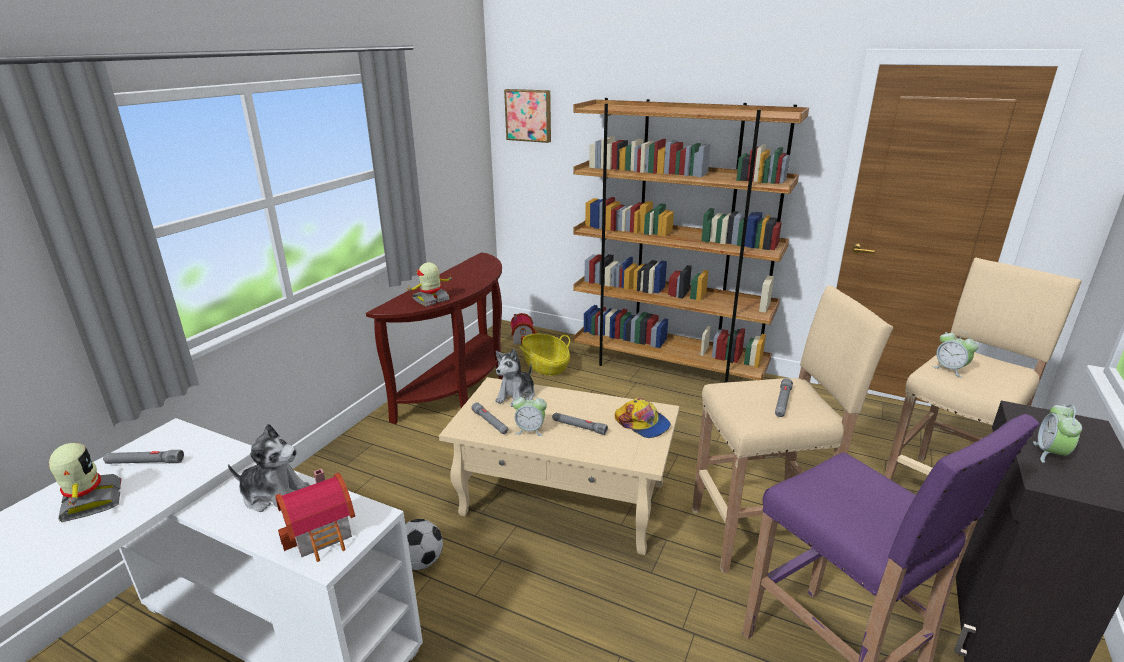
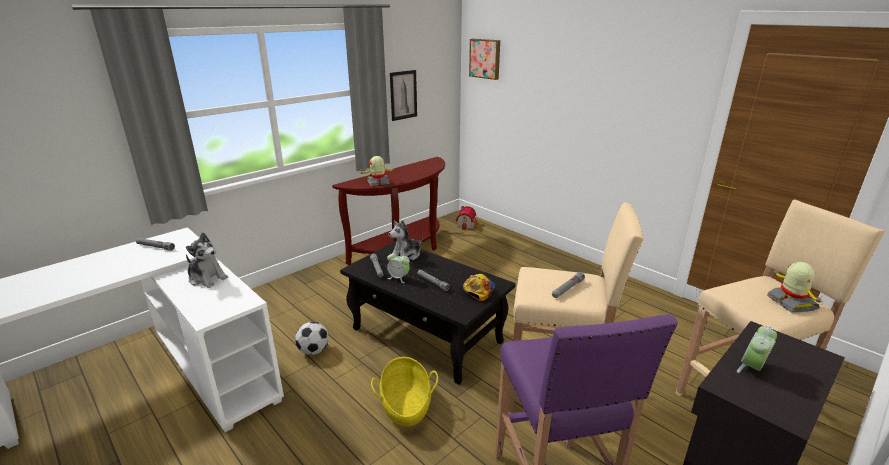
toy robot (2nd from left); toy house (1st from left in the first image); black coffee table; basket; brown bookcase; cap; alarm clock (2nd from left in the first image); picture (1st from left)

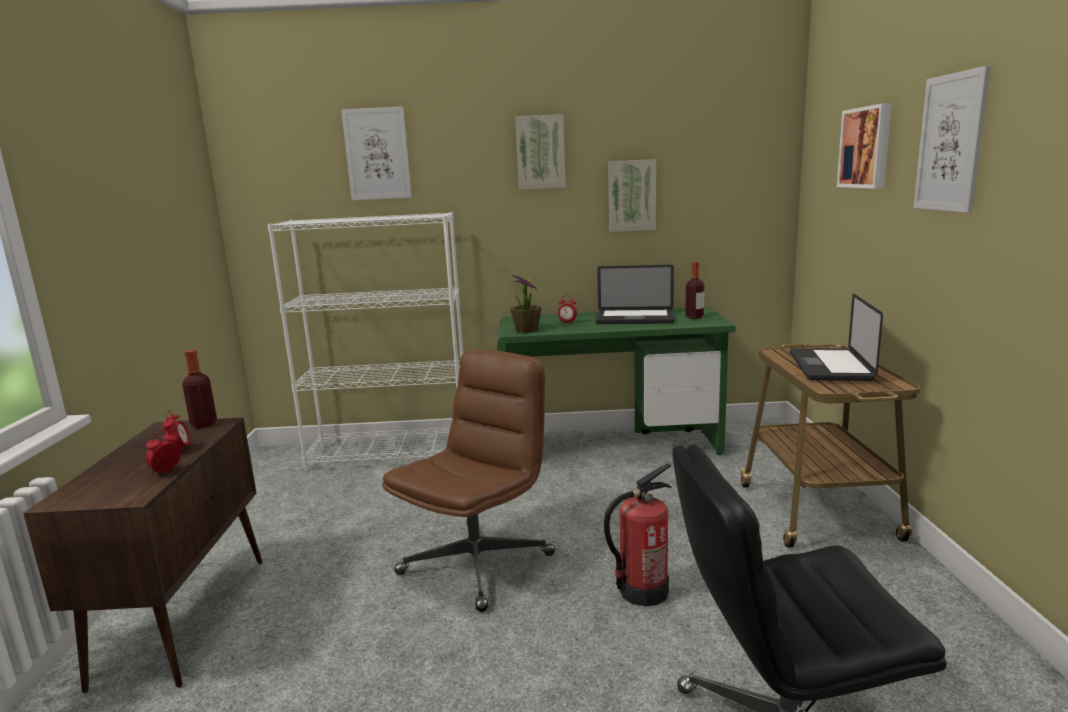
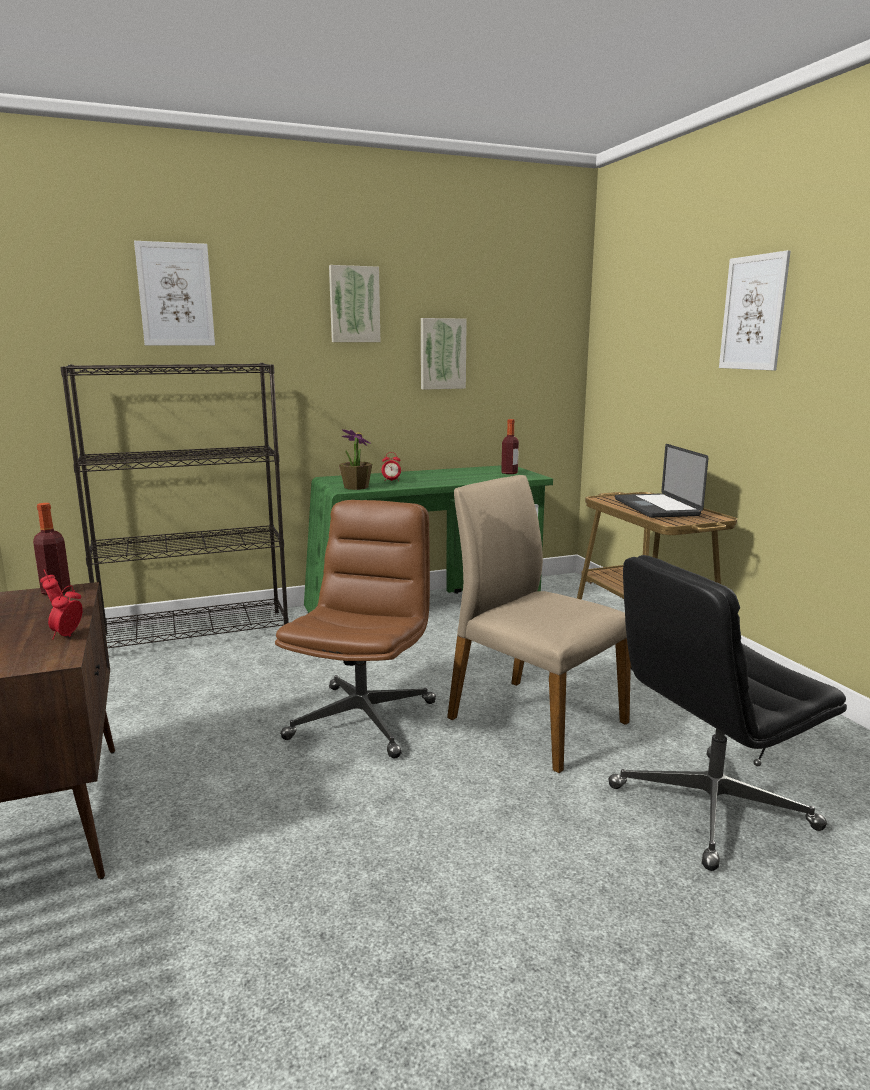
black bookcase; laptop (1st from left in the first image); beige chair; picture (4th from left in the first image)

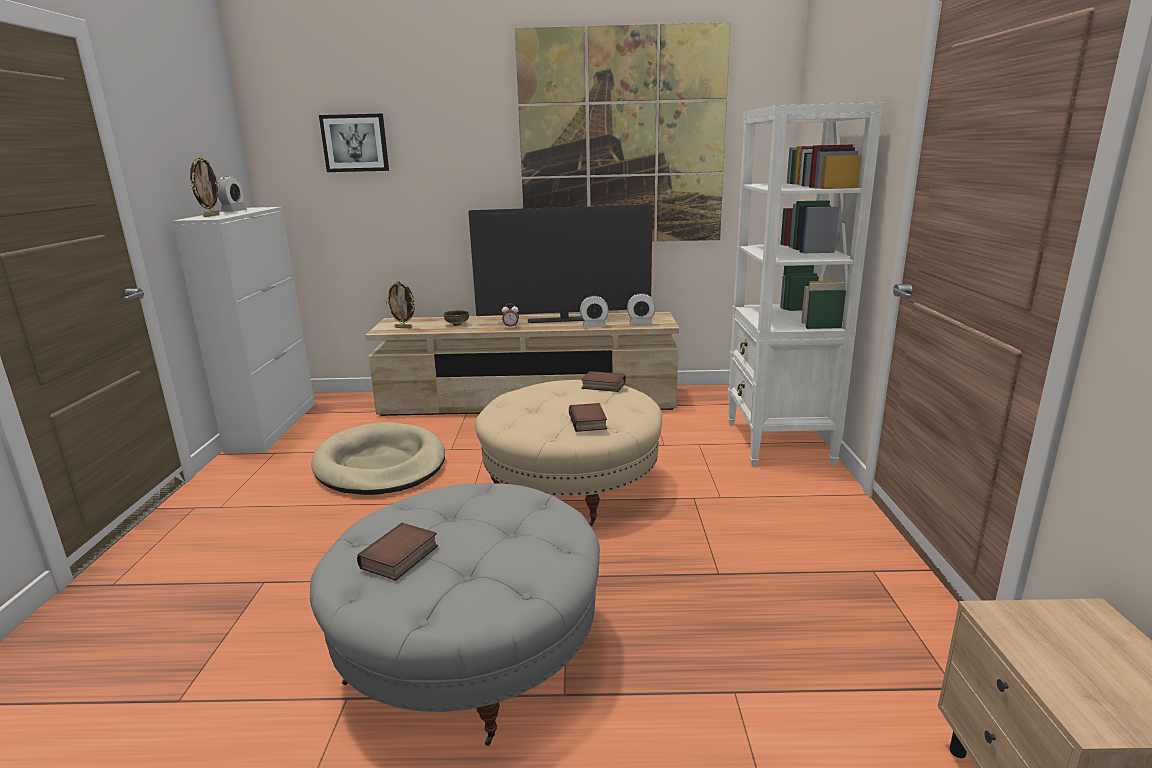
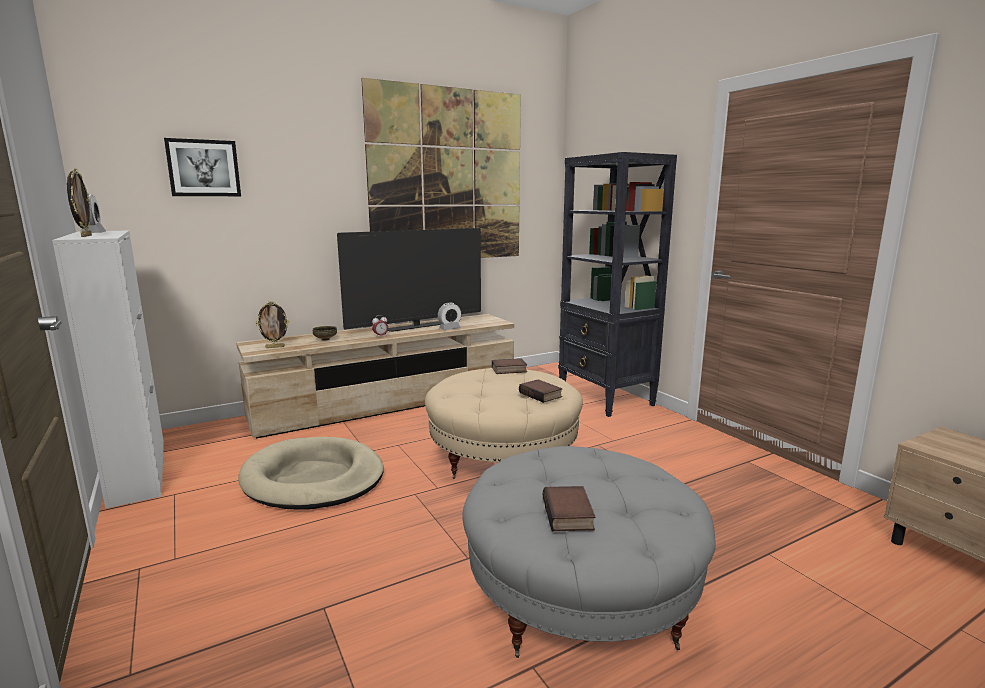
alarm clock (4th from left in the first image); black bookcase

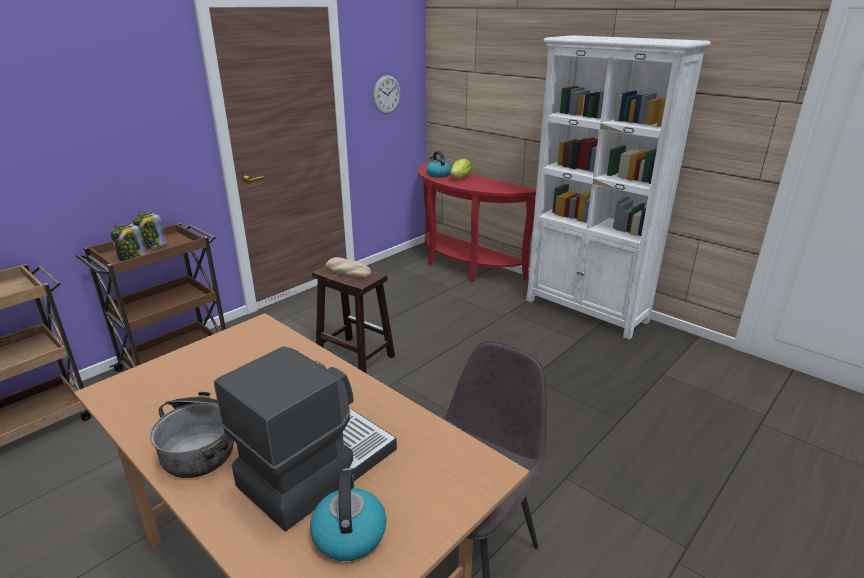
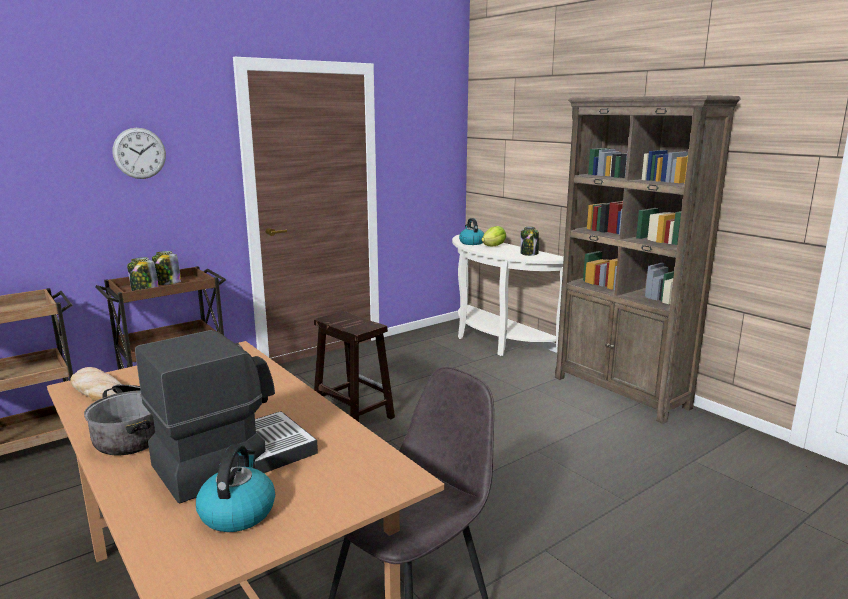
bread; wall clock; white console table; brown bookcase; jar (3rd from left)

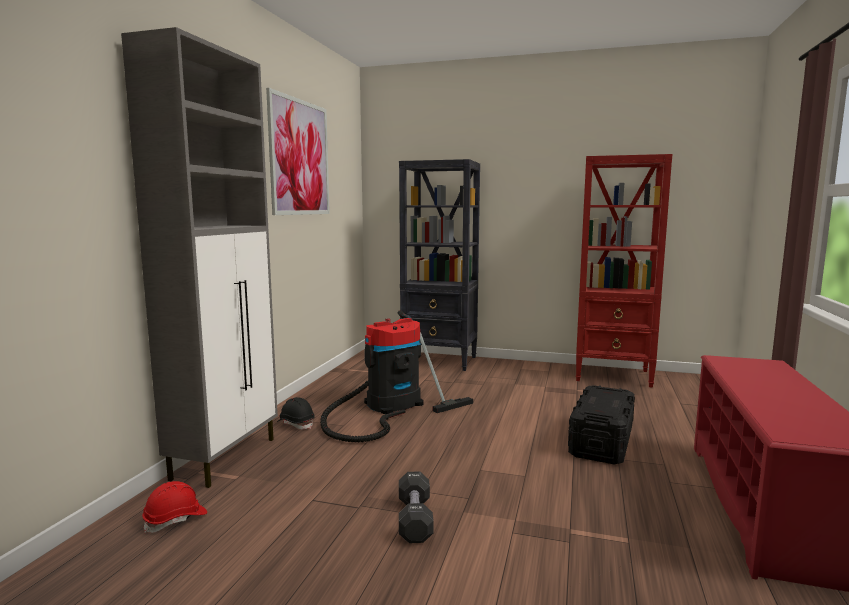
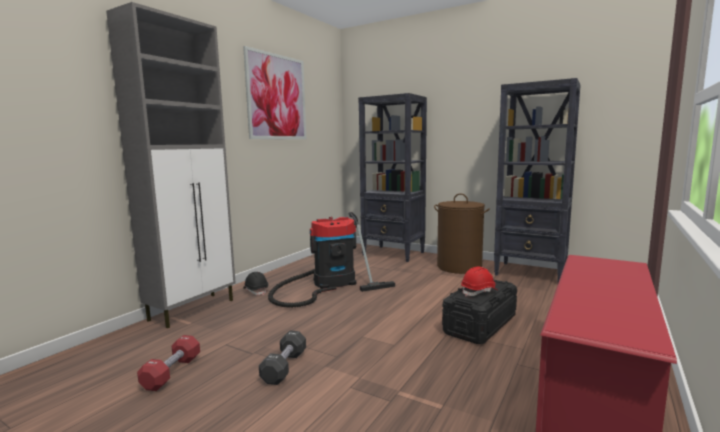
red hard hat; black bookcase (2nd from left); red dumbbell; brown laundry basket

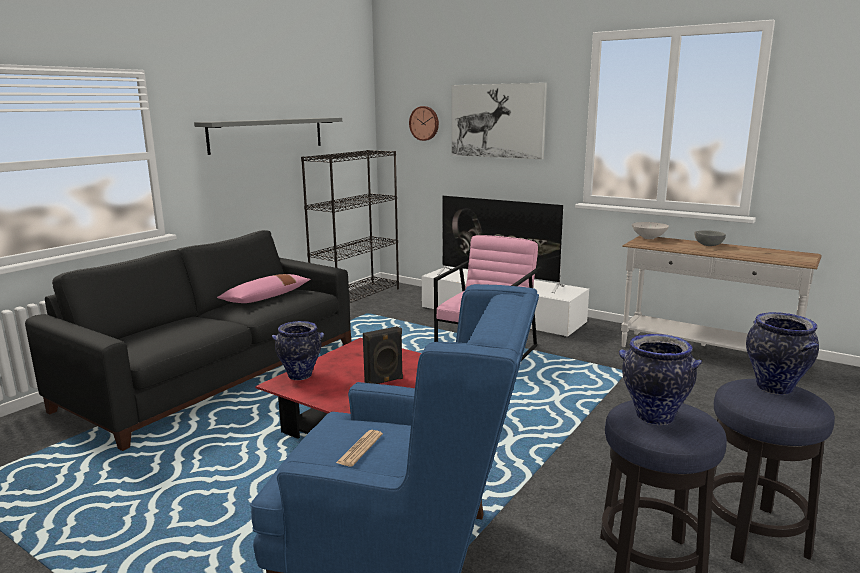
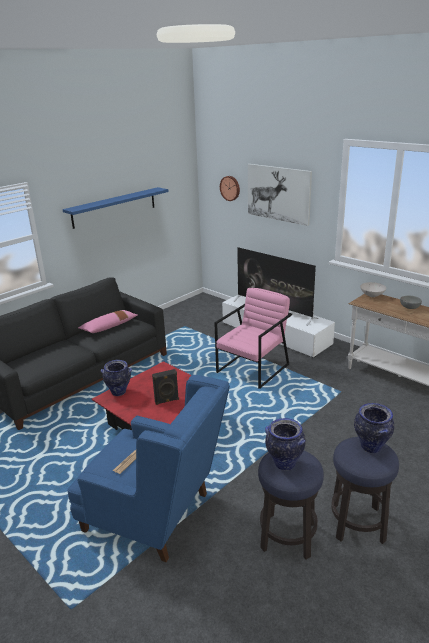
blue shelf; black bookcase

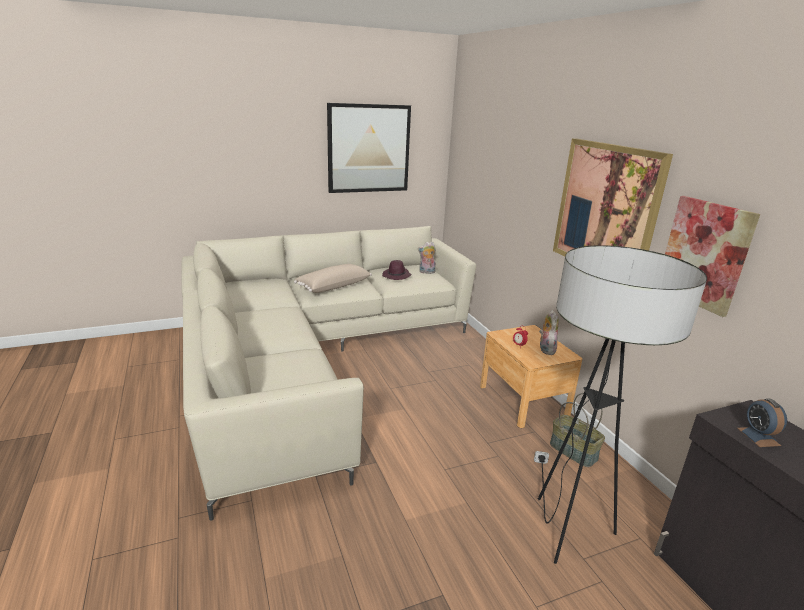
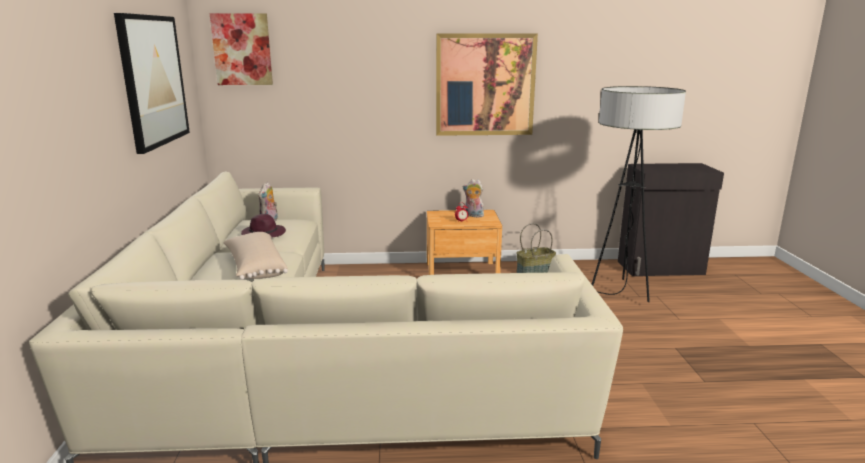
picture (2nd from left); alarm clock (2nd from left in the first image)

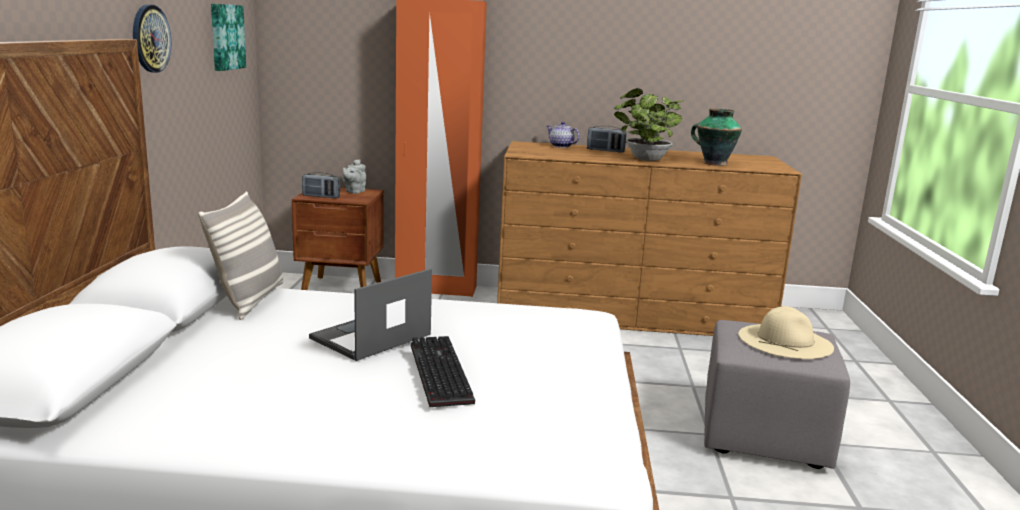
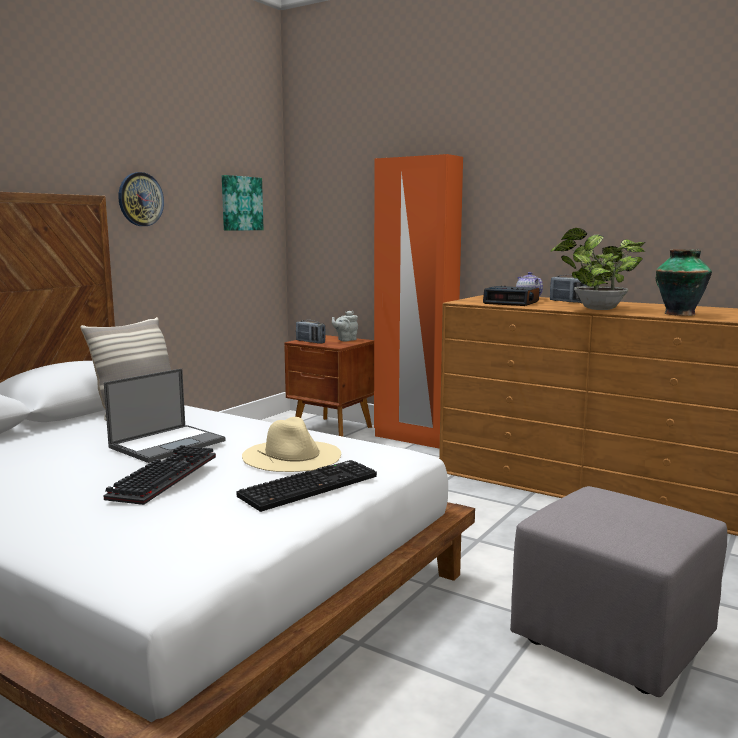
laptop; beige hat; keyboard (2nd from left); alarm clock

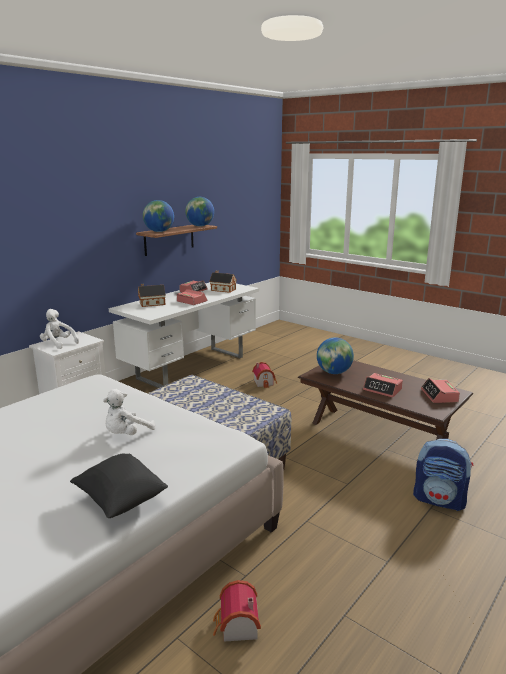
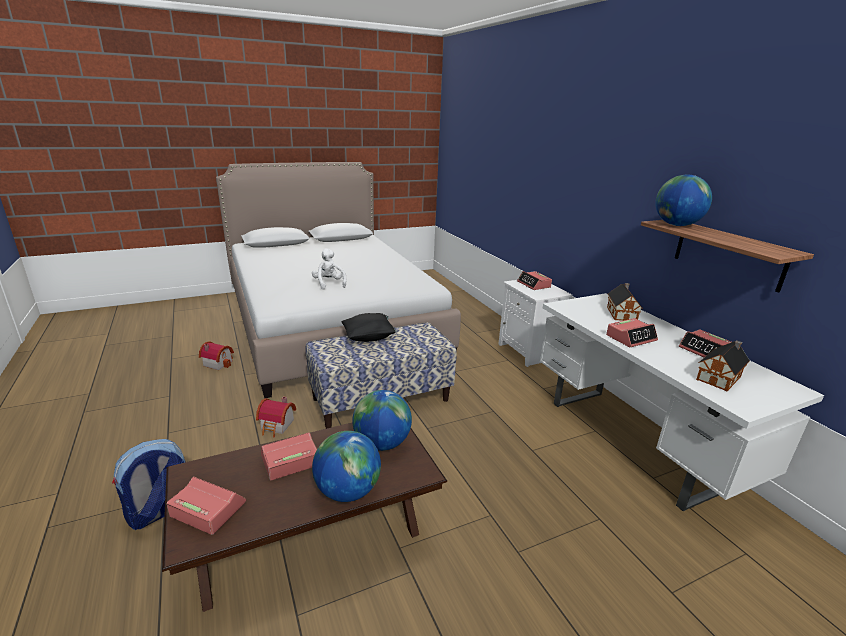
alarm clock (3rd from left); black pillow; globe (1st from left); toy house (2nd from left)

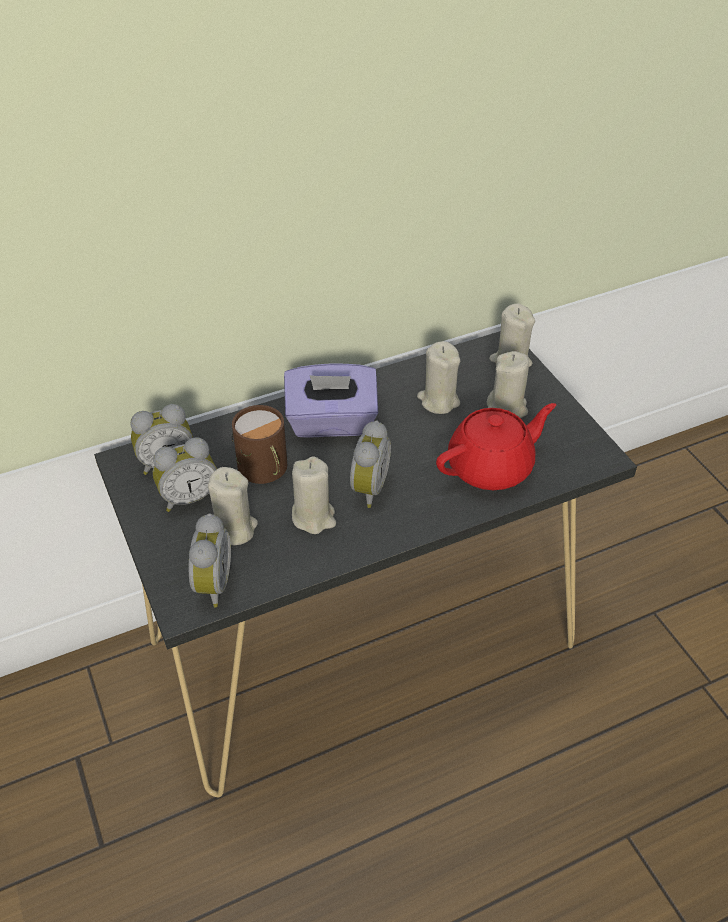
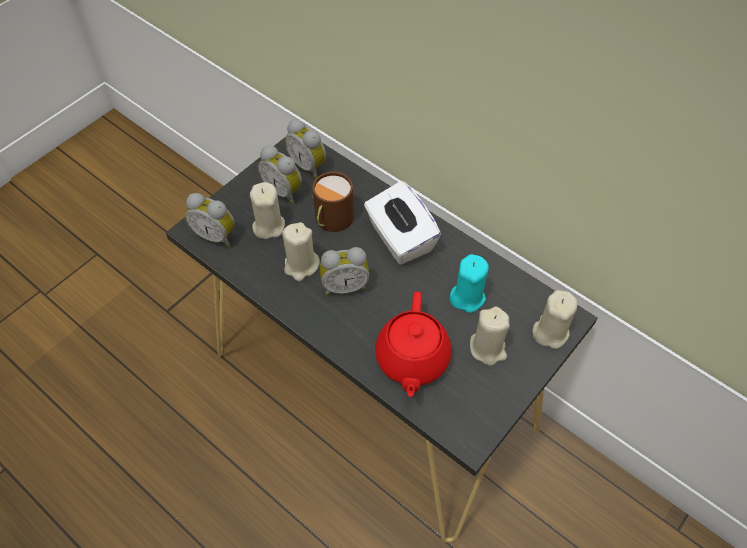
alarm clock (1st from left); white tissue box; turquoise candle; red teapot

